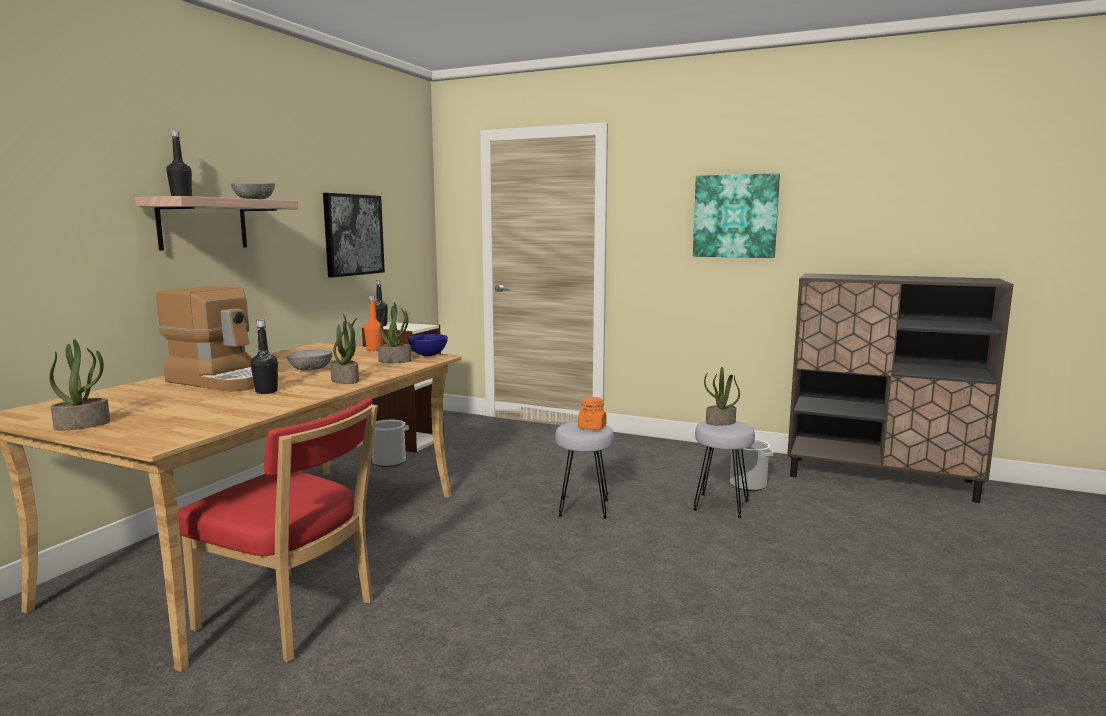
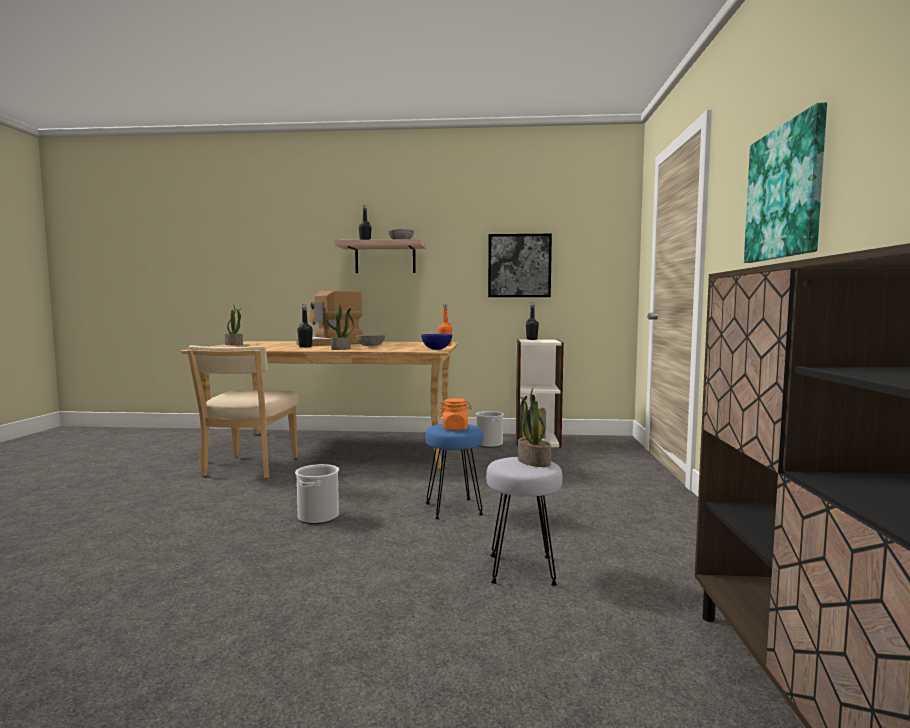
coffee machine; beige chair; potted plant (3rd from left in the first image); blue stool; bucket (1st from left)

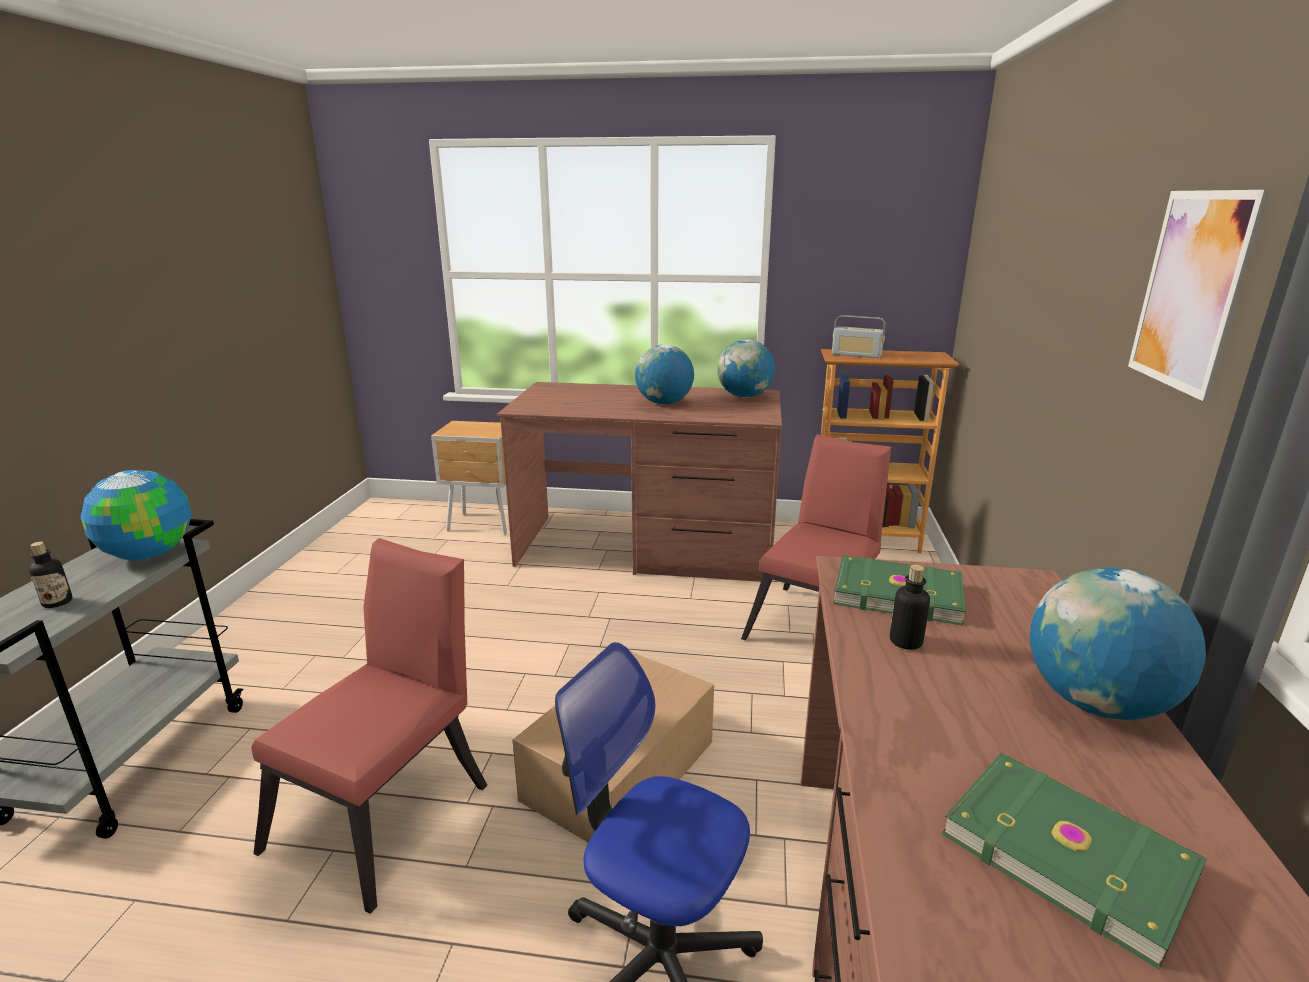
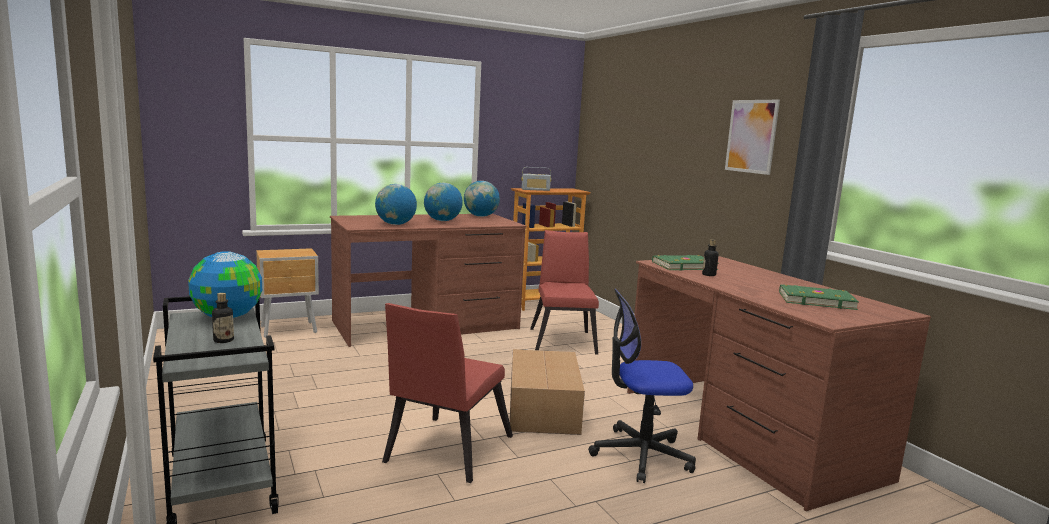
red chair (1st from left); globe (2nd from left)

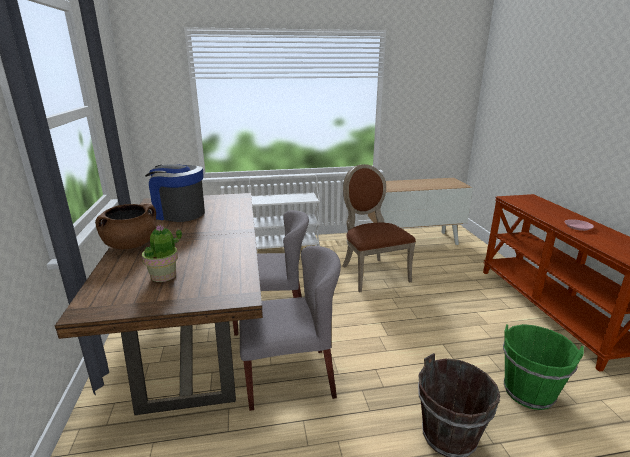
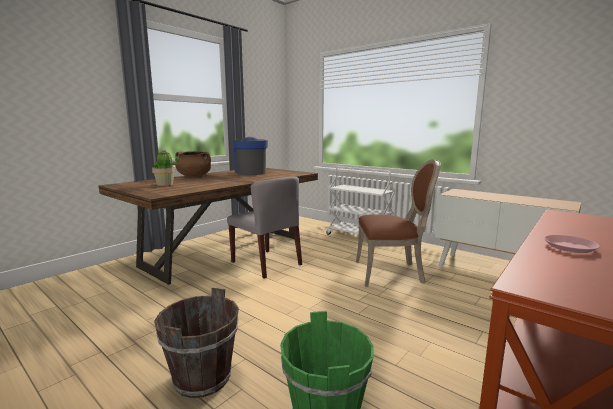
grey chair (2nd from left in the first image); brown chair

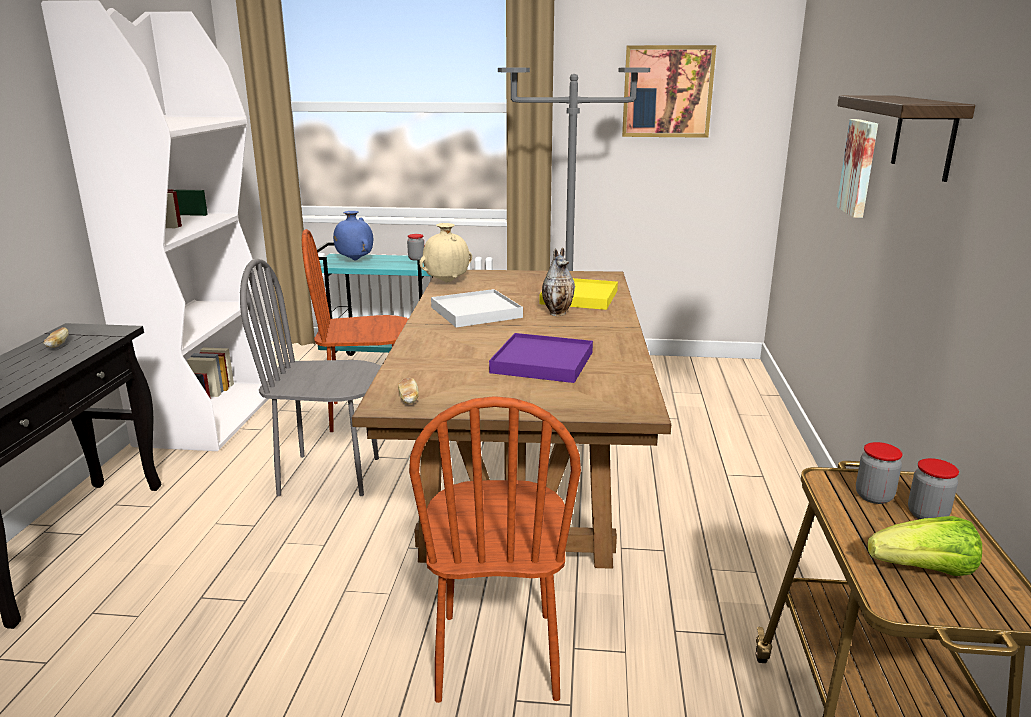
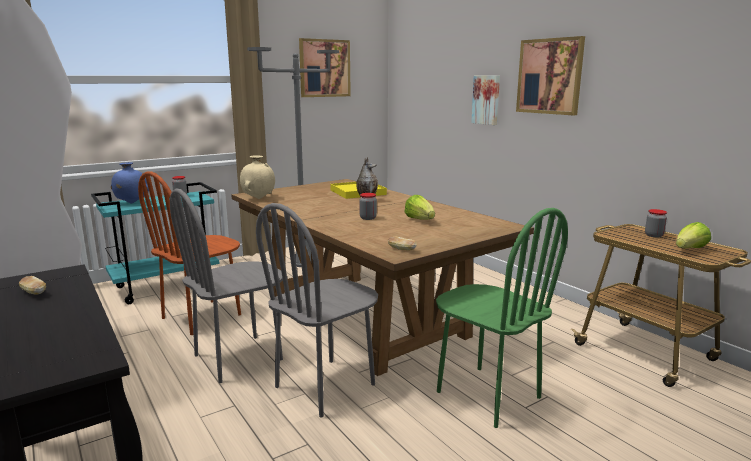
green chair; white tray; lettuce (1st from left); picture (3rd from left); jar (2nd from left); grey chair (2nd from left)

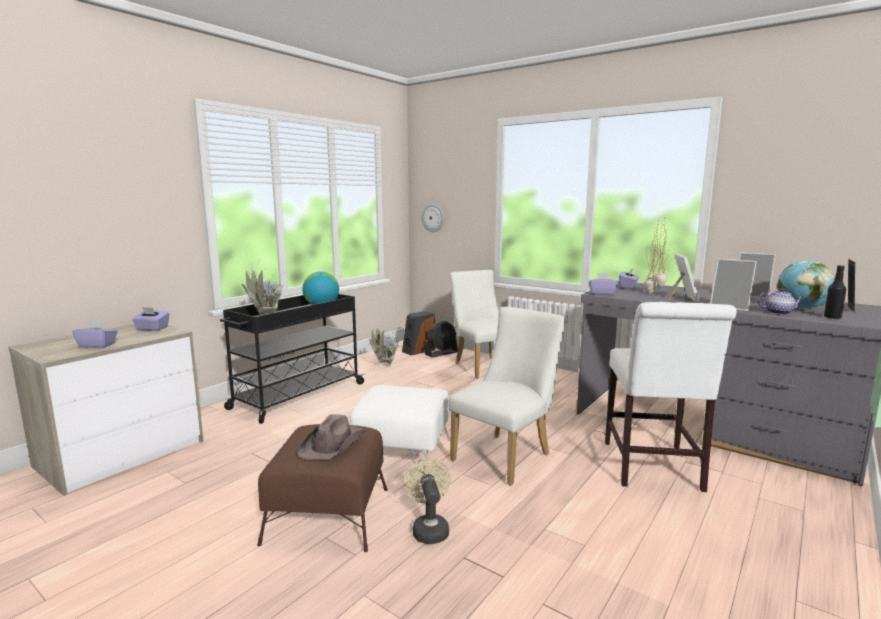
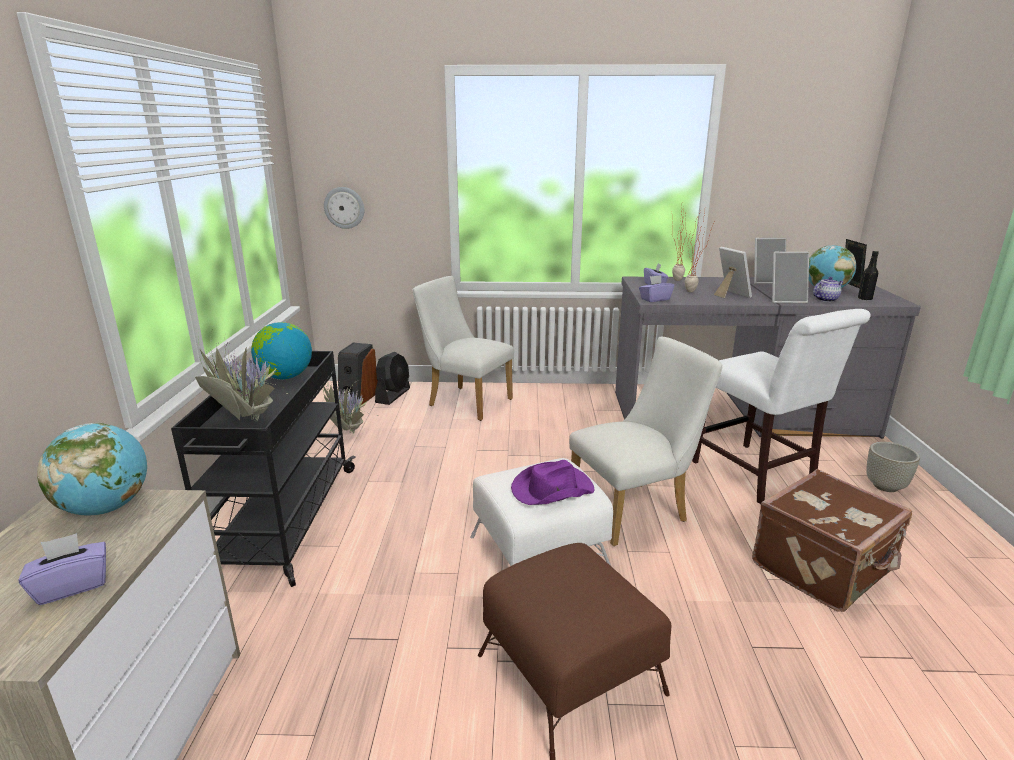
globe (1st from left); brown hat; beige fan; white chair (2nd from left); purple hat; brown suitcase; grey planter

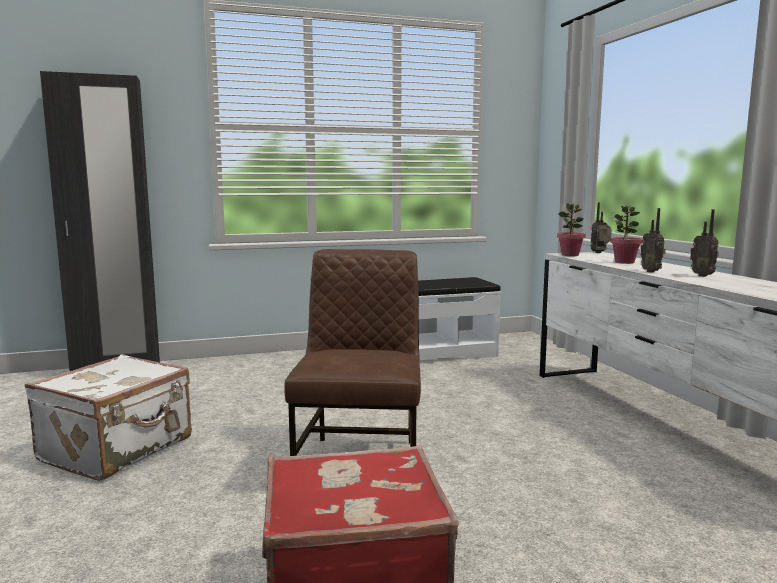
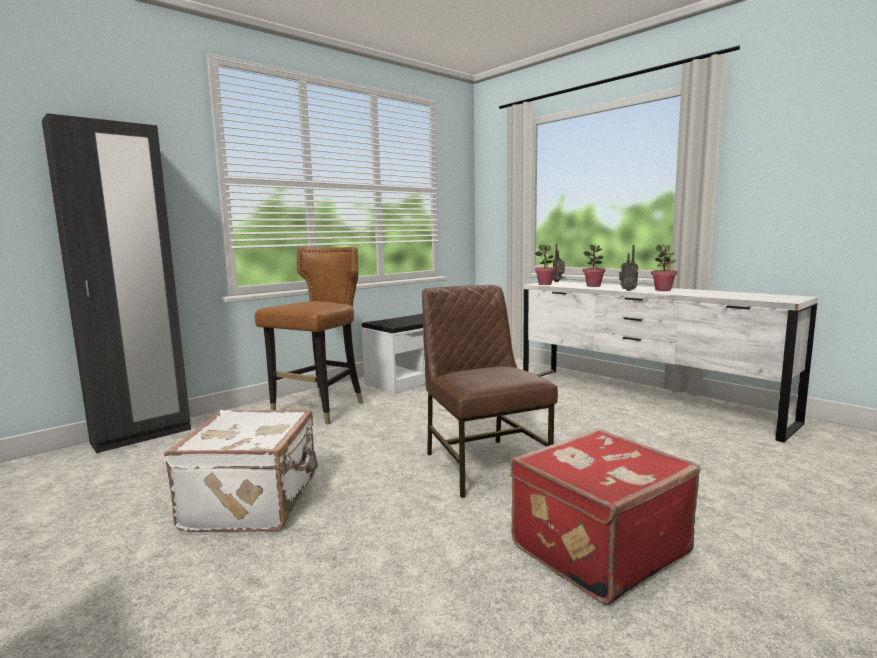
potted plant (3rd from left); brown chair (1st from left)

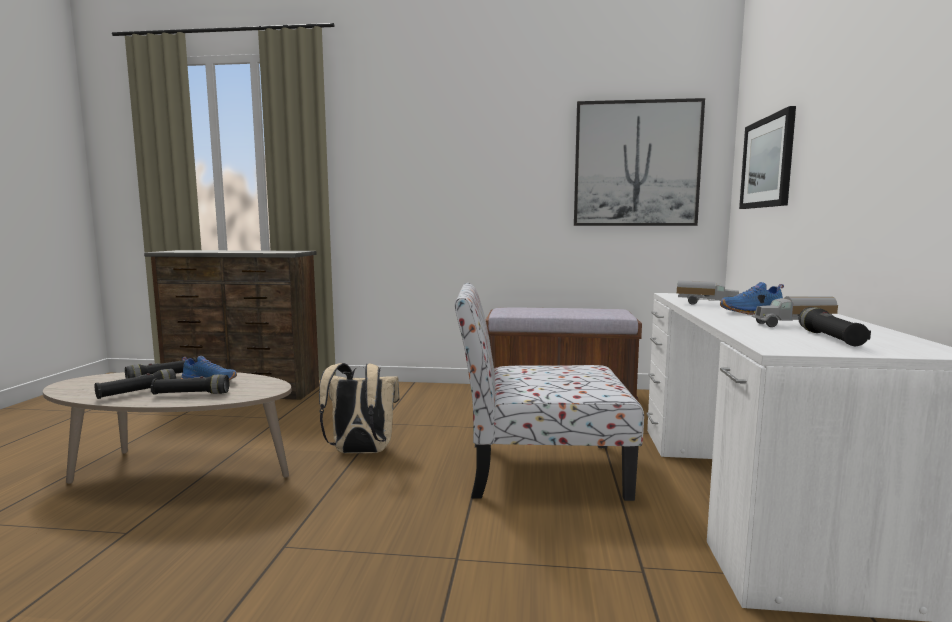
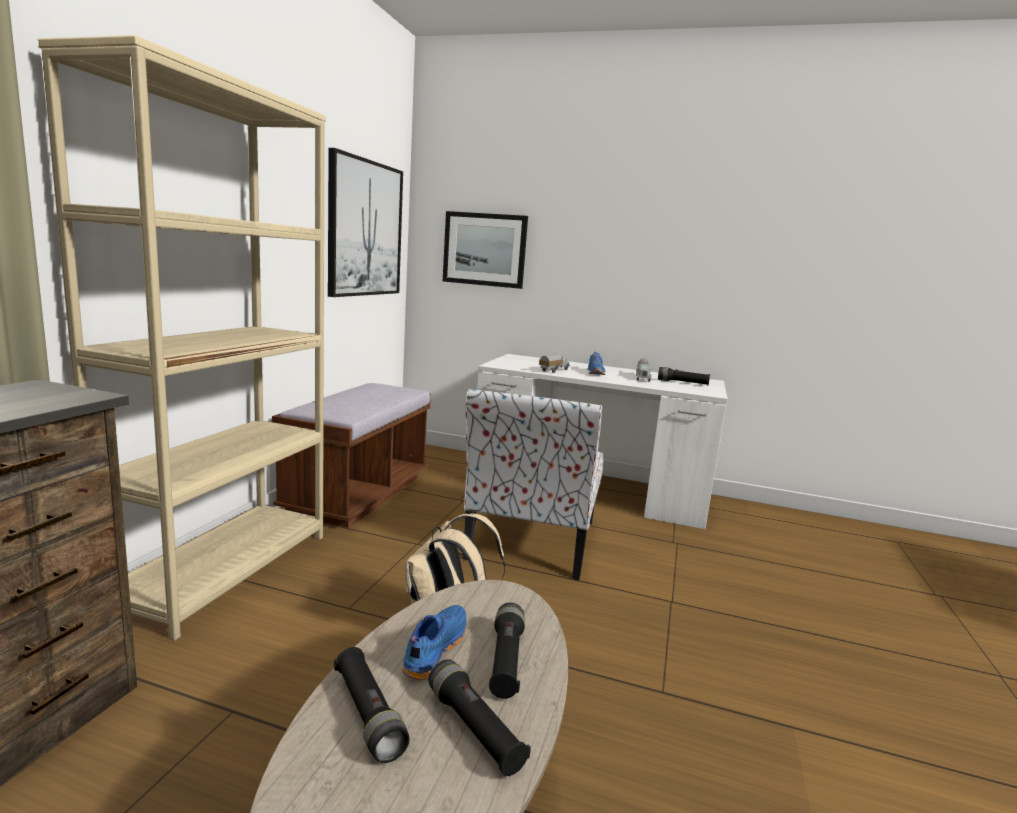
beige bookcase

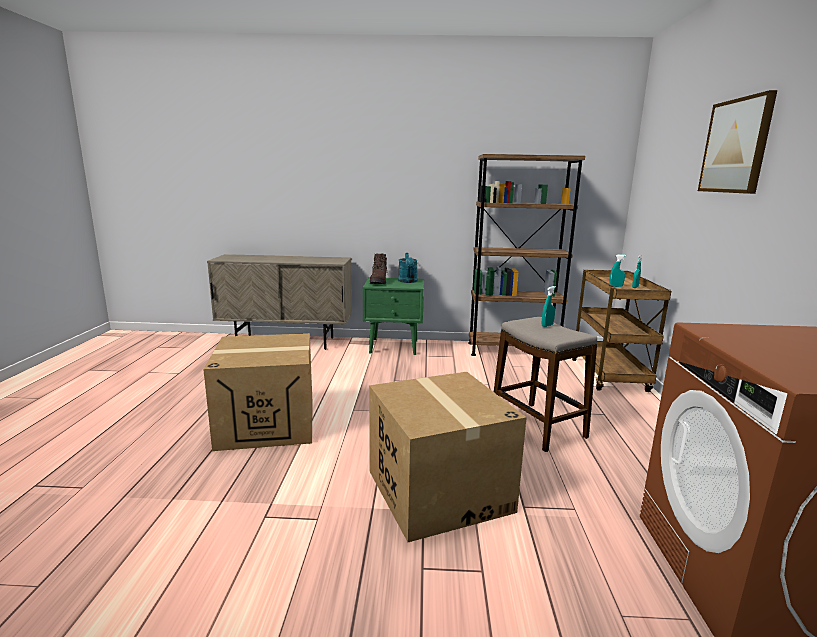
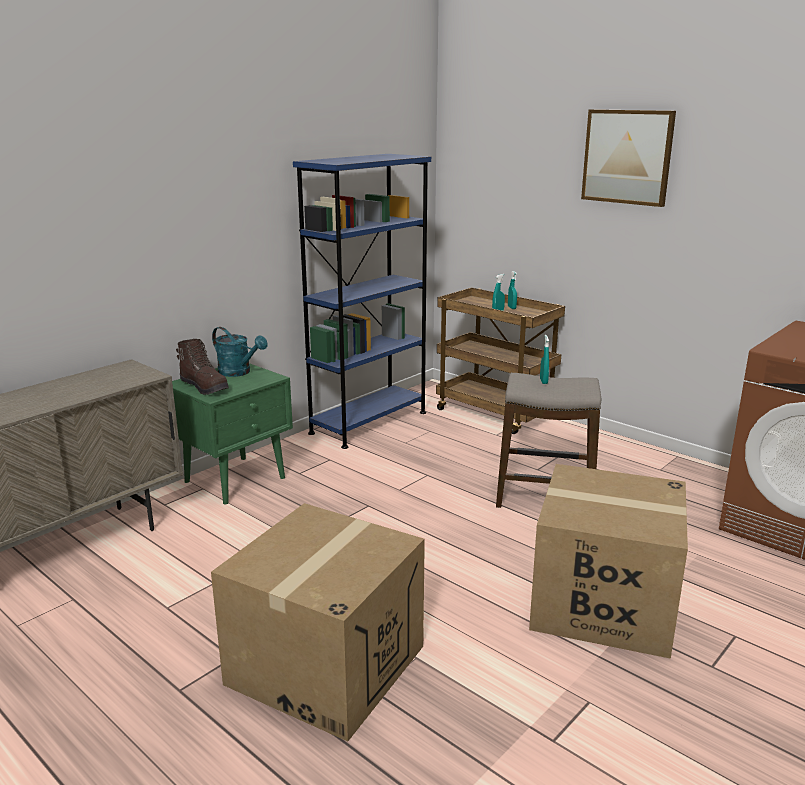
blue bookcase

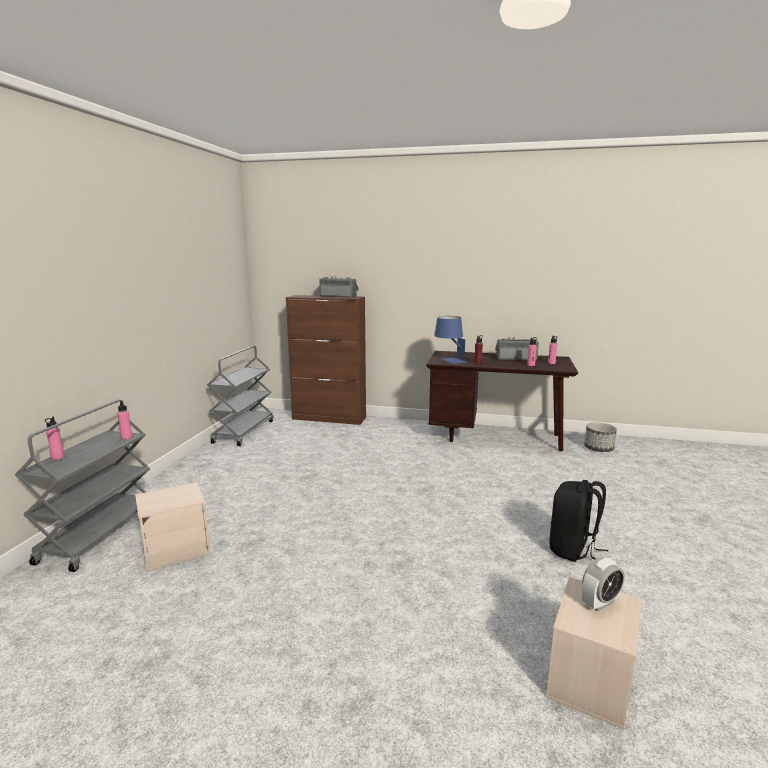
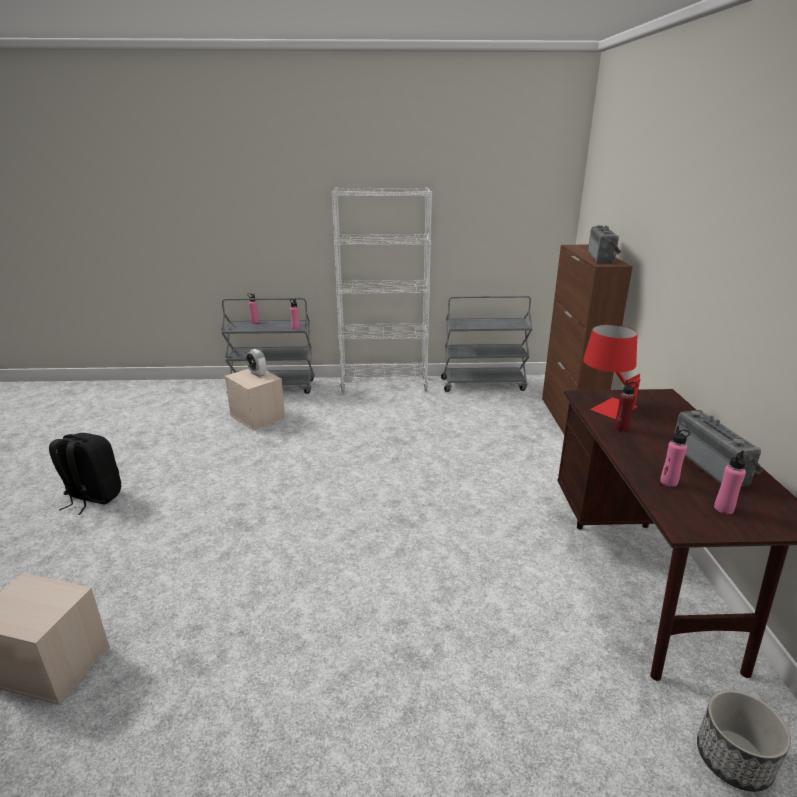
red table lamp; black backpack; alarm clock; white bookcase

